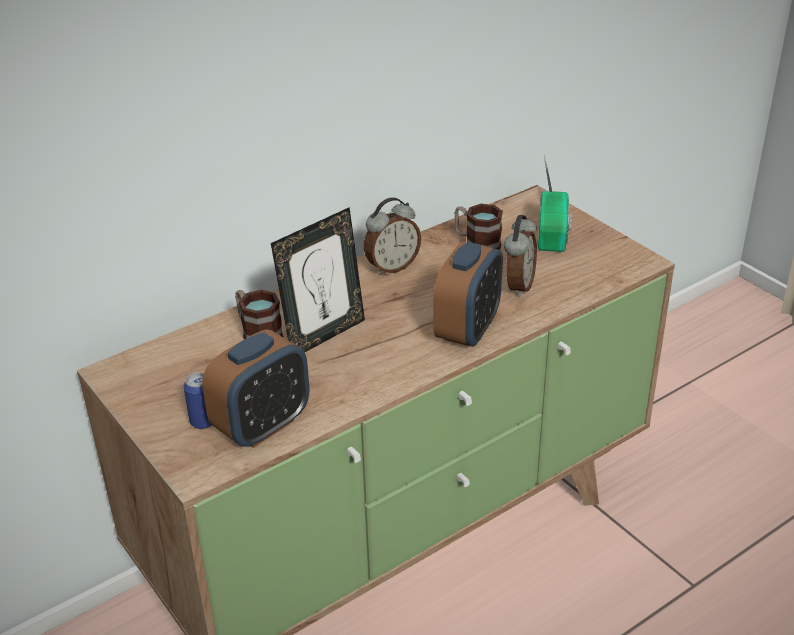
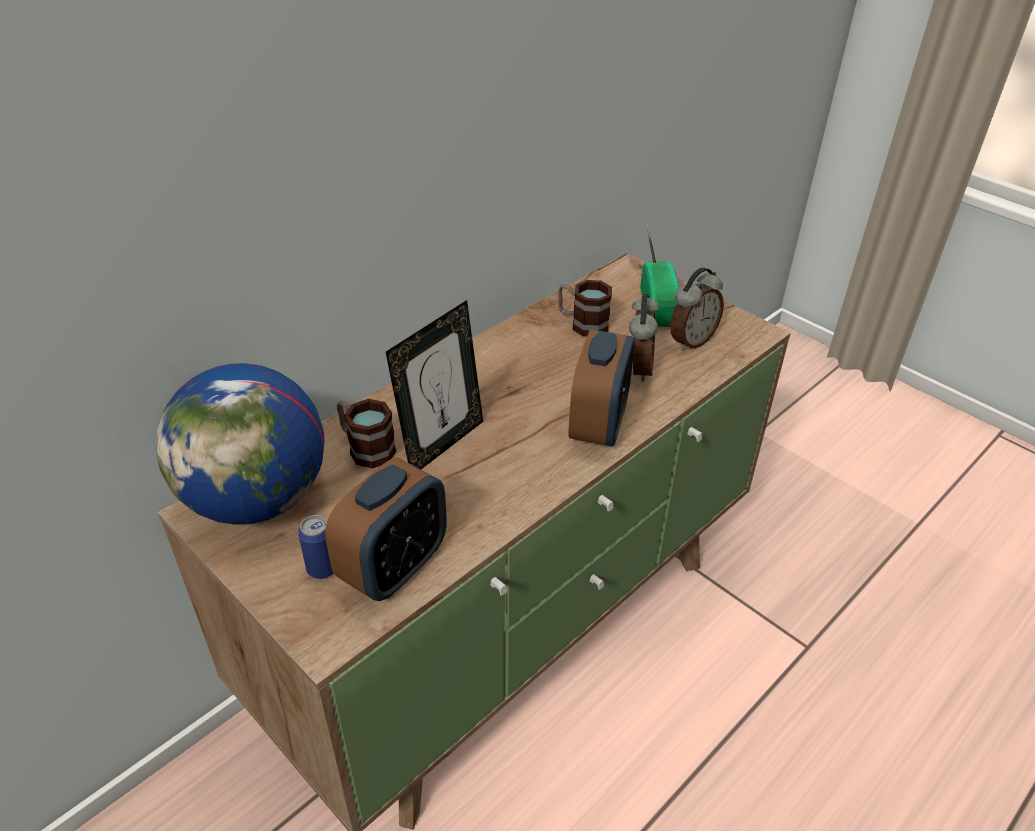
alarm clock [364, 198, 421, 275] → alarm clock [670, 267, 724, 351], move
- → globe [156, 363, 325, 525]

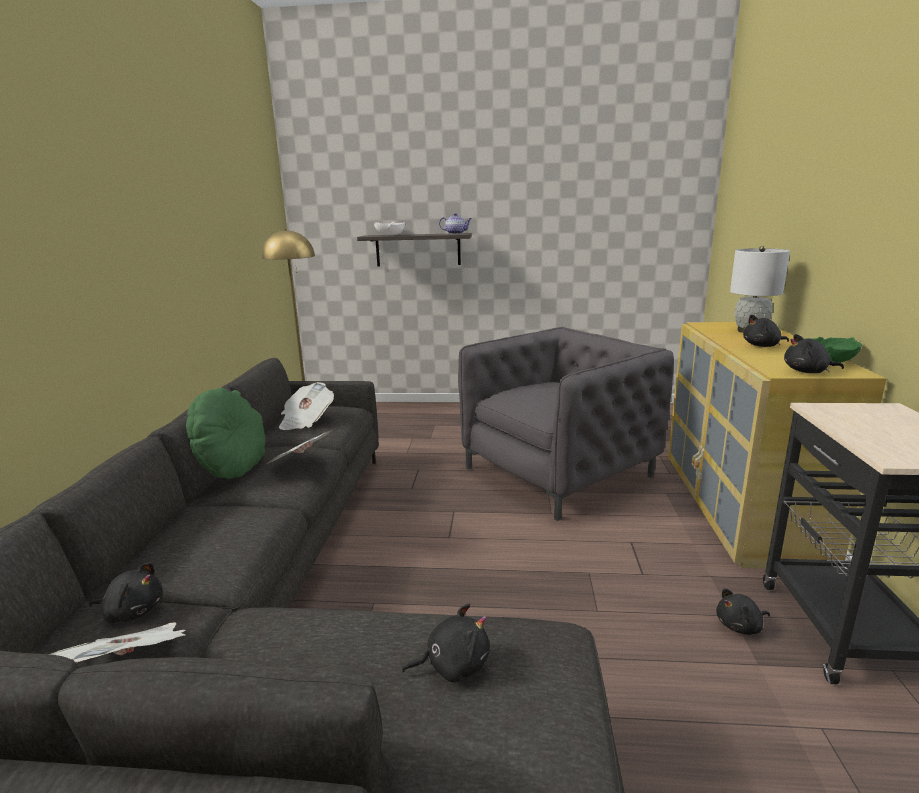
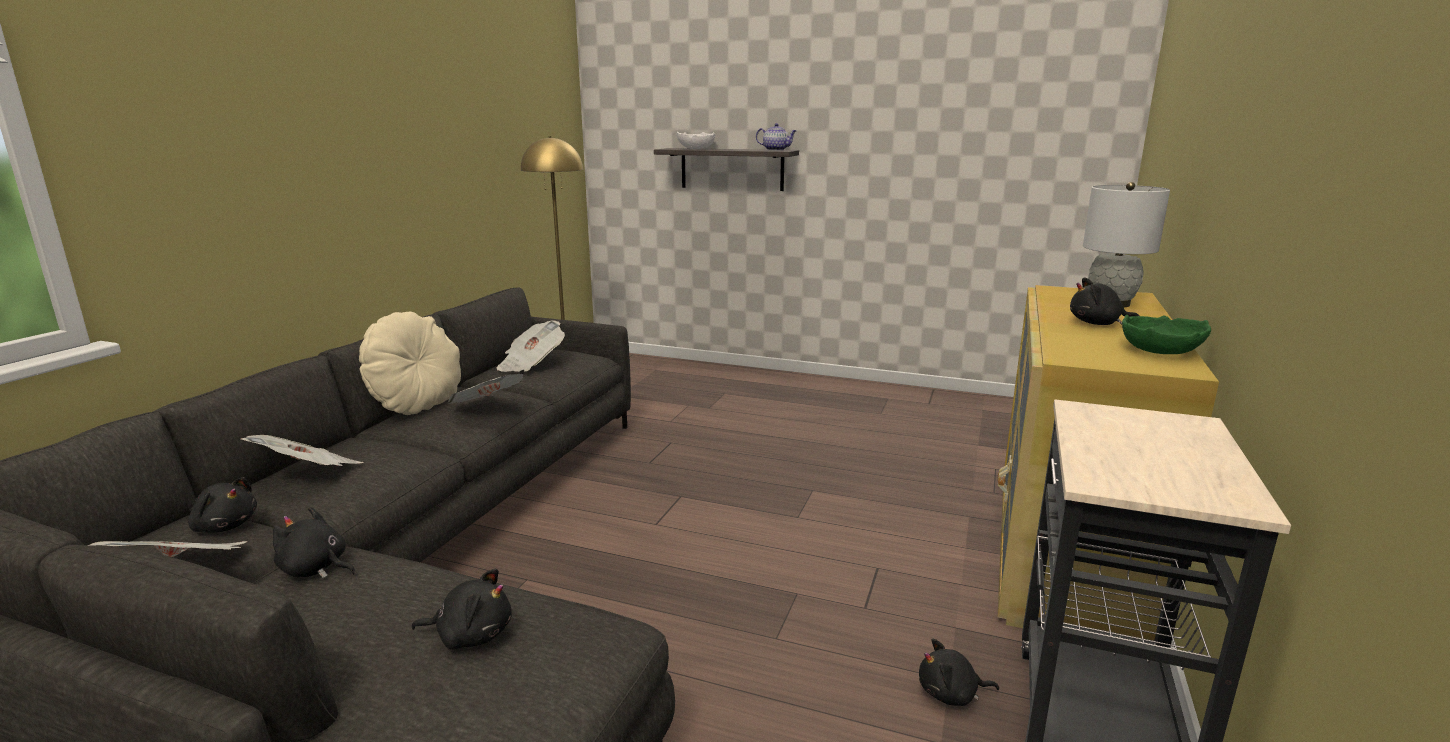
grey armchair [458, 327, 674, 521] → -
black plush toy [784, 334, 844, 373] → black plush toy [273, 507, 356, 578], move
green pillow [186, 388, 266, 479] → beige pillow [359, 312, 461, 415]
- → newspaper [241, 435, 364, 466]

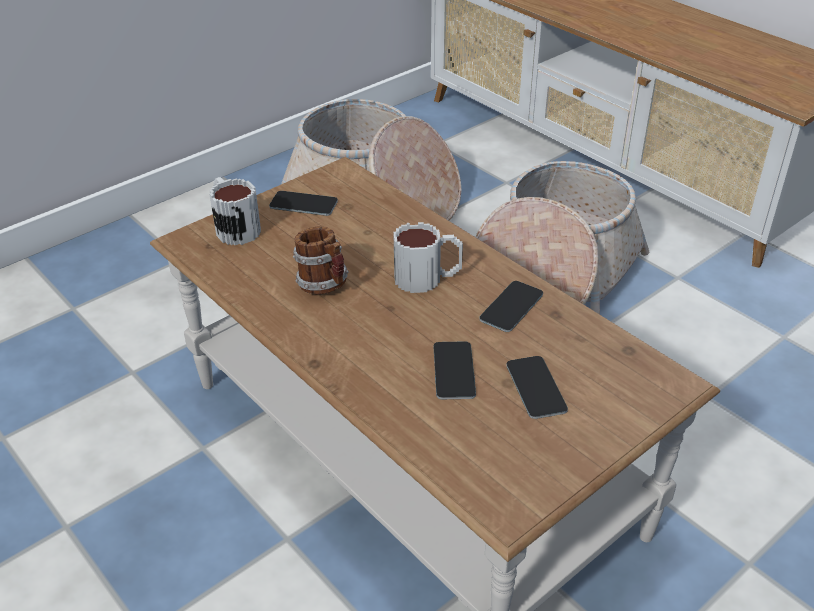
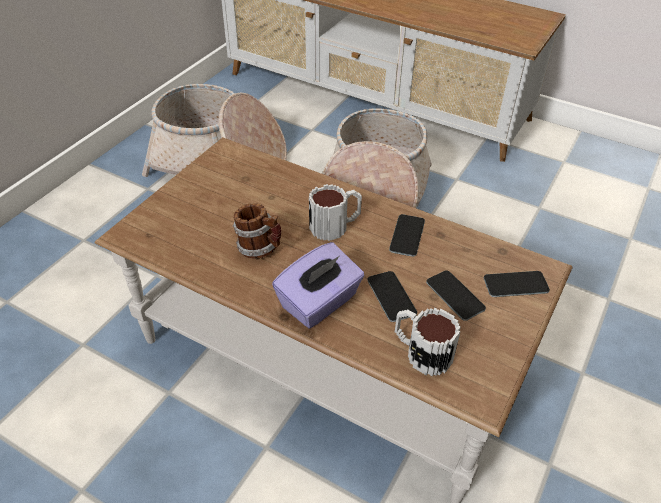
mug [209, 177, 261, 245] → mug [395, 308, 461, 376], move
phone [269, 191, 338, 216] → phone [484, 271, 550, 297], move
- → purple tissue box [272, 242, 365, 328]

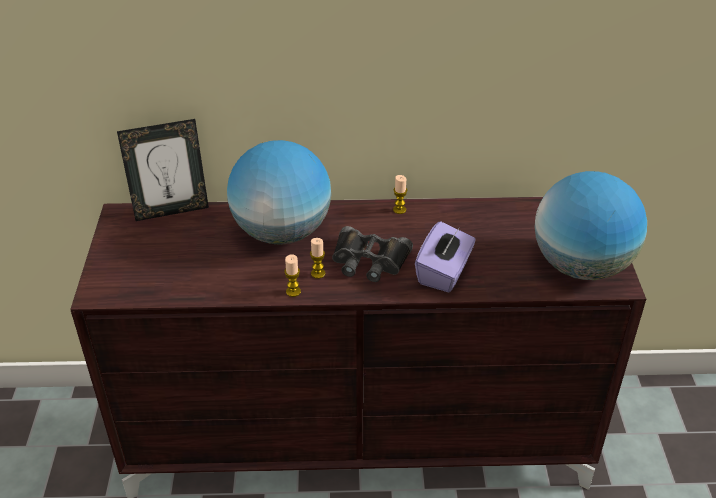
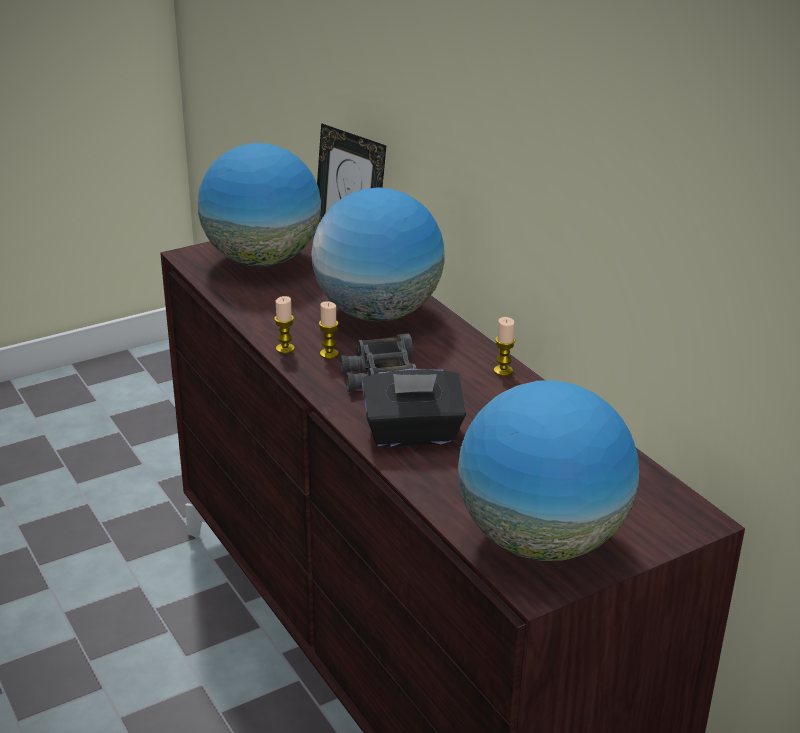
purple tissue box [415, 221, 476, 292] → black tissue box [362, 369, 466, 447]
- → globe [198, 143, 321, 267]

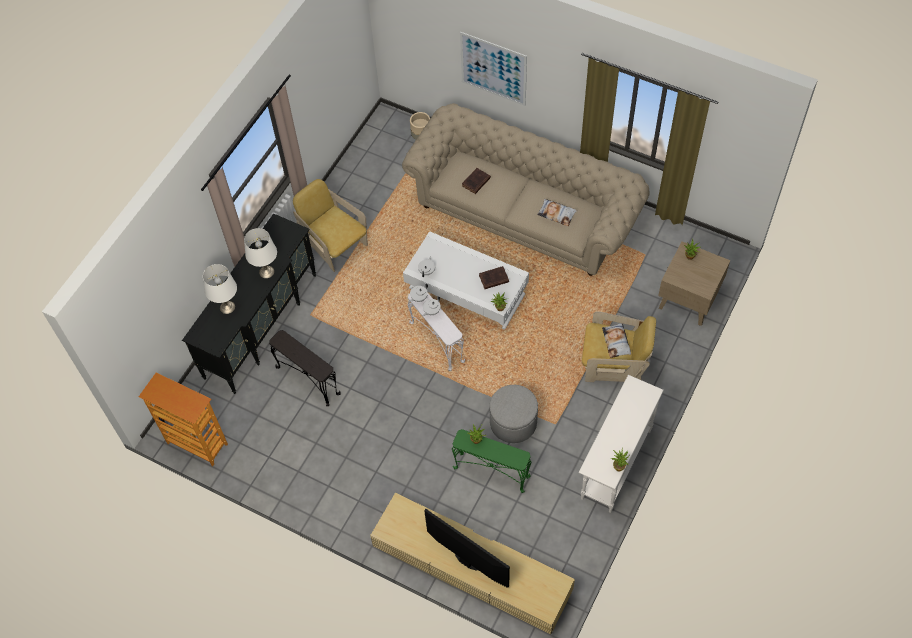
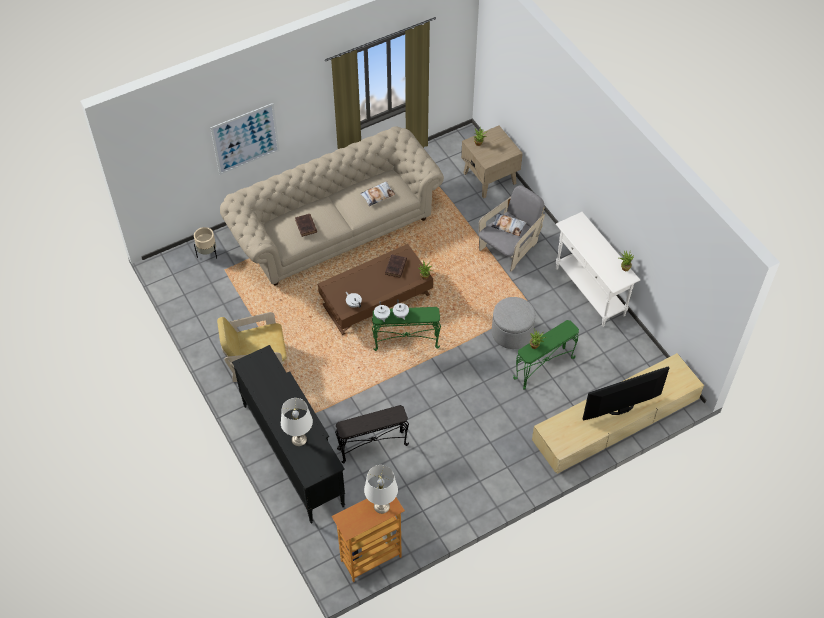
white table lamp [244, 228, 277, 278] → white table lamp [364, 465, 398, 514], move
white coffee table [403, 231, 529, 330] → brown coffee table [318, 244, 433, 335]
white side table [408, 293, 465, 371] → green side table [372, 307, 441, 351]
yellow armchair [582, 311, 656, 382] → grey armchair [479, 185, 545, 272]

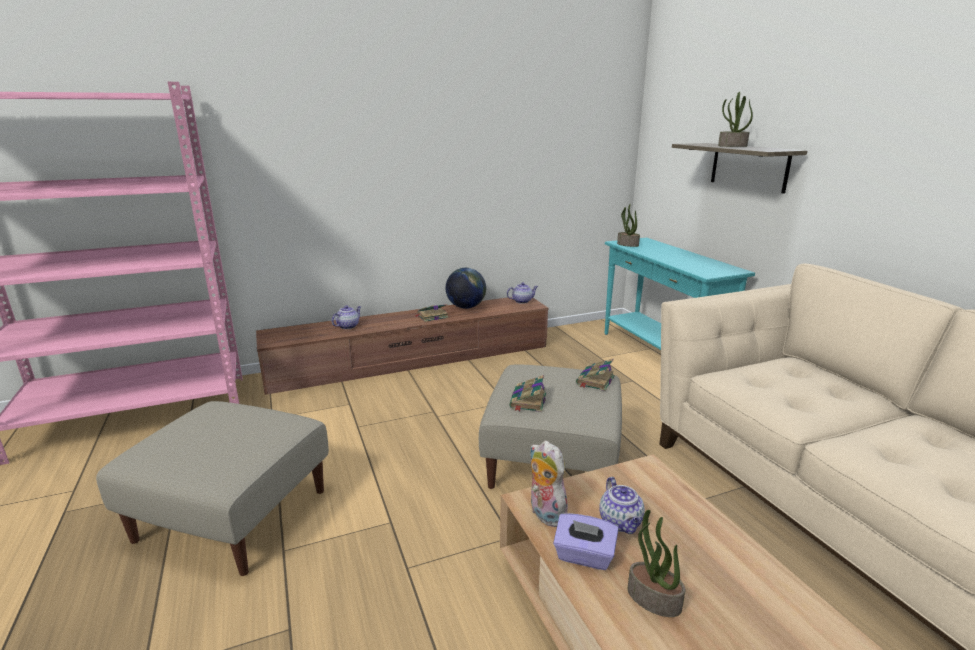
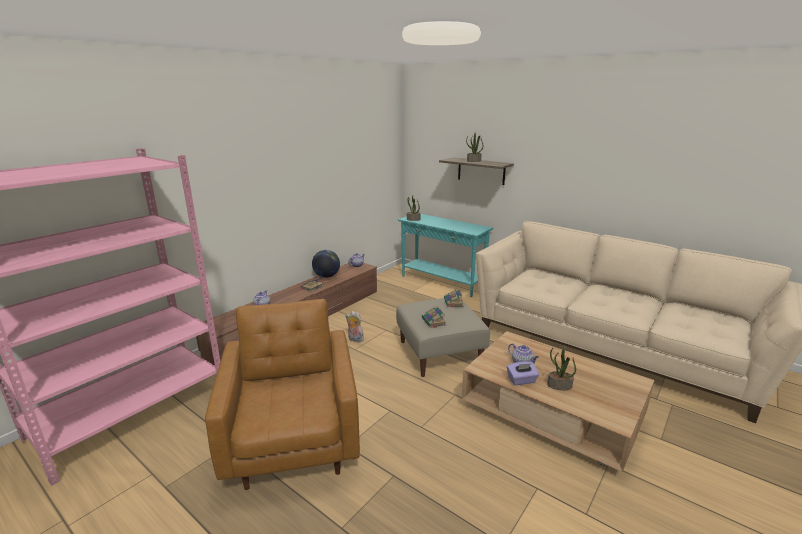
beige ottoman [96, 401, 329, 576] → brown armchair [205, 299, 360, 490]
plush toy [531, 441, 568, 527] → plush toy [345, 311, 365, 343], move

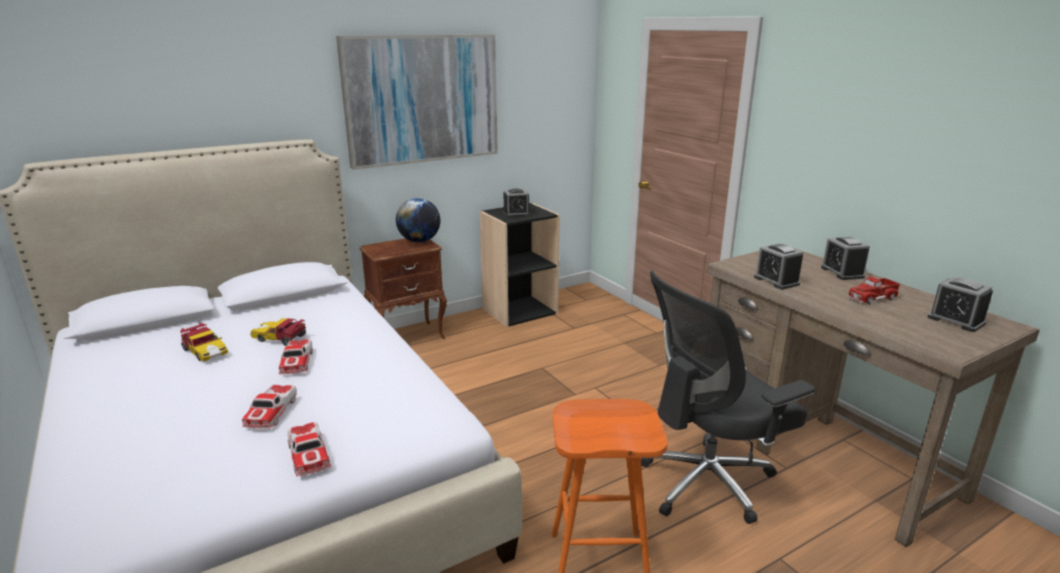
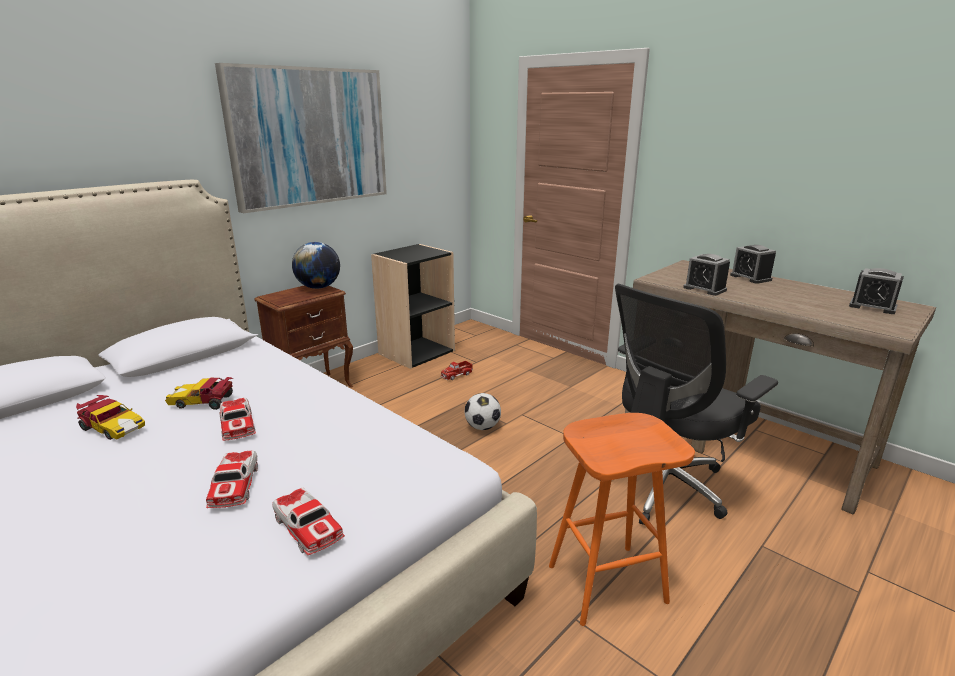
alarm clock [503, 189, 530, 217] → -
toy truck [847, 277, 900, 304] → toy truck [440, 361, 473, 380], move
- → football [465, 393, 501, 430]

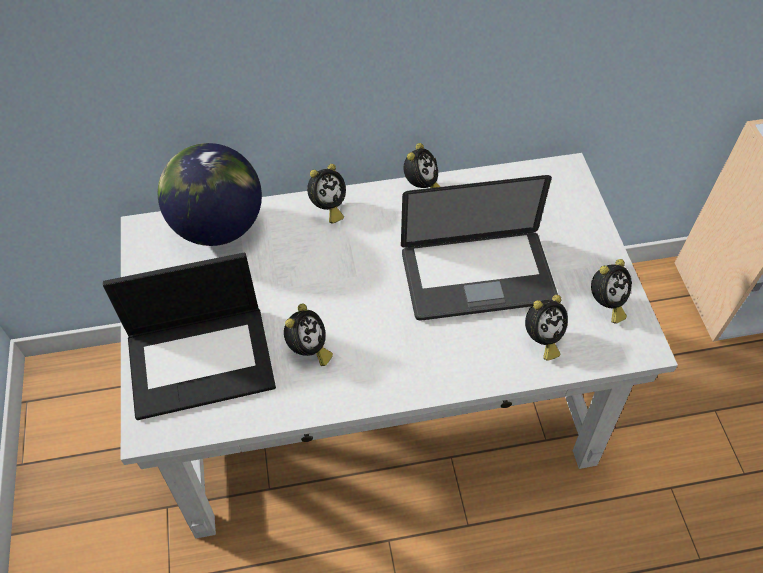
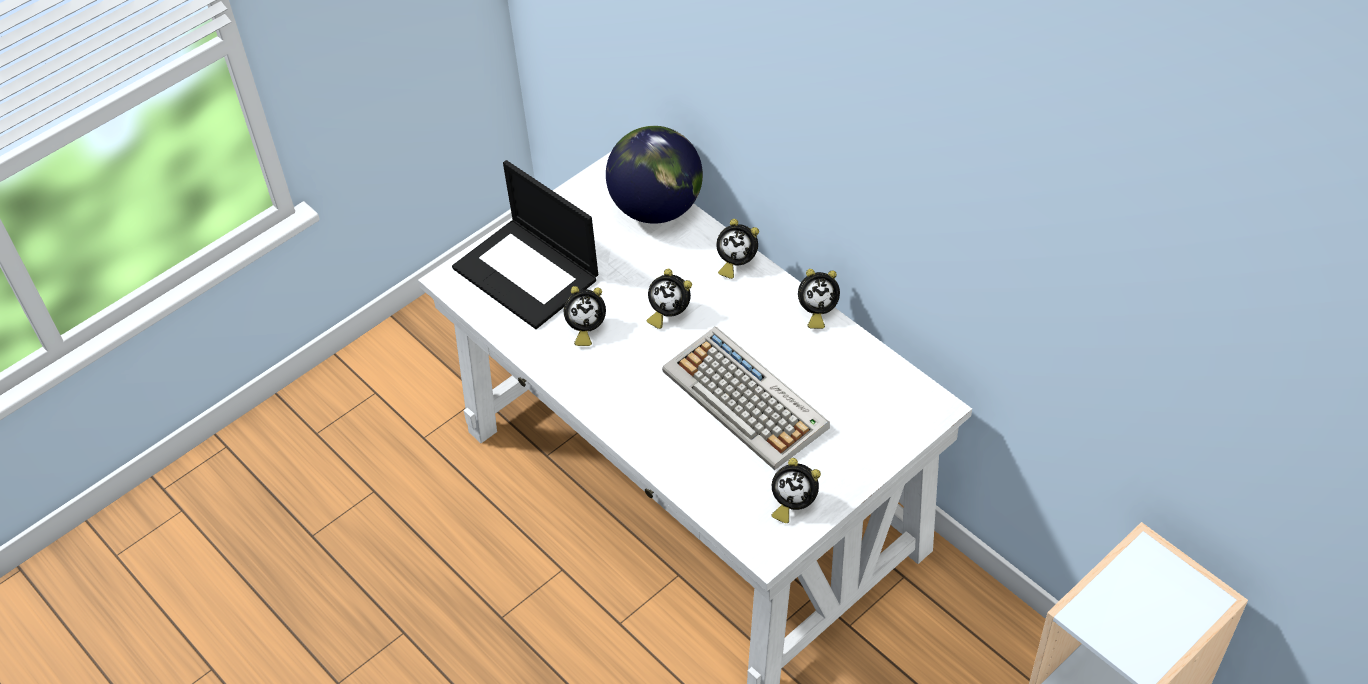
laptop [401, 175, 558, 320] → keyboard [662, 327, 830, 470]
alarm clock [525, 295, 568, 361] → alarm clock [646, 269, 692, 329], move

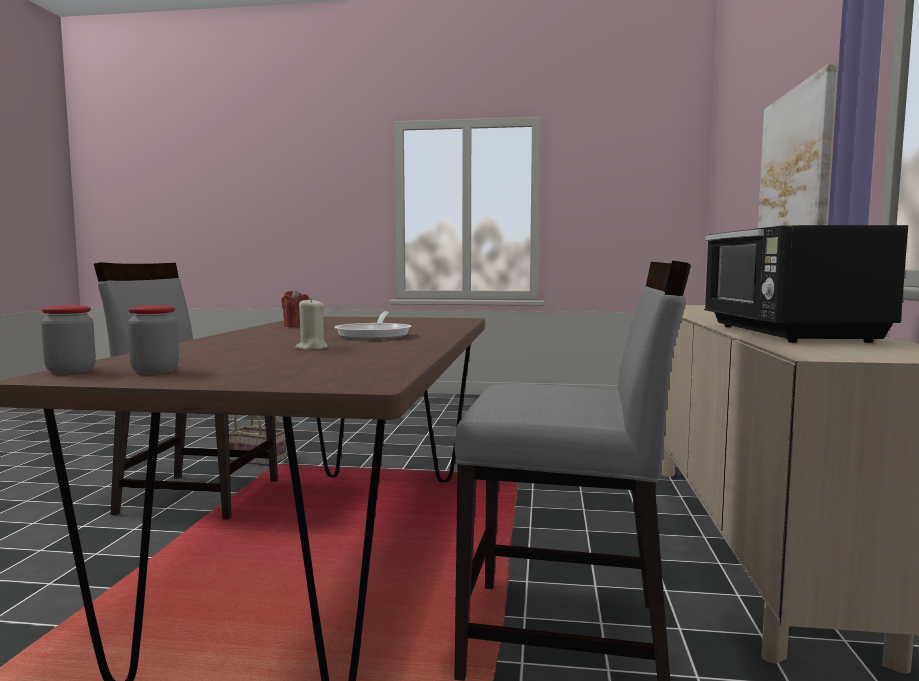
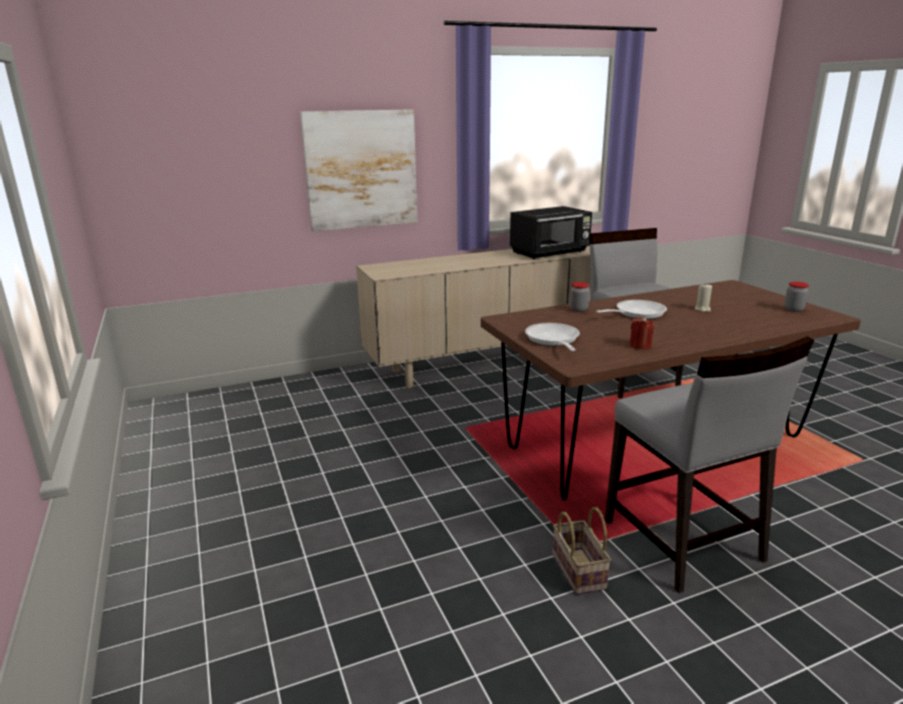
jar [41, 305, 96, 374] → jar [570, 282, 590, 312], move
- → frying pan [525, 323, 580, 351]

